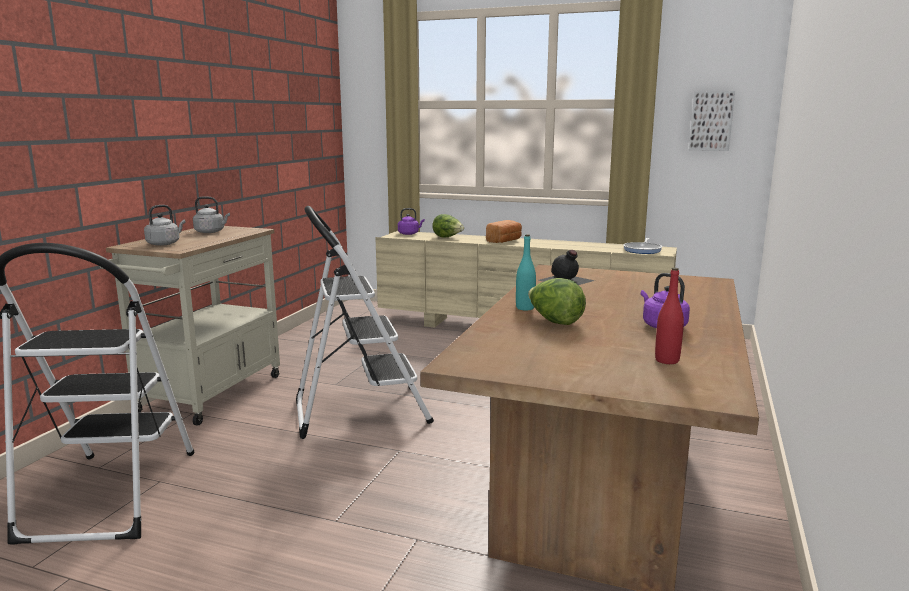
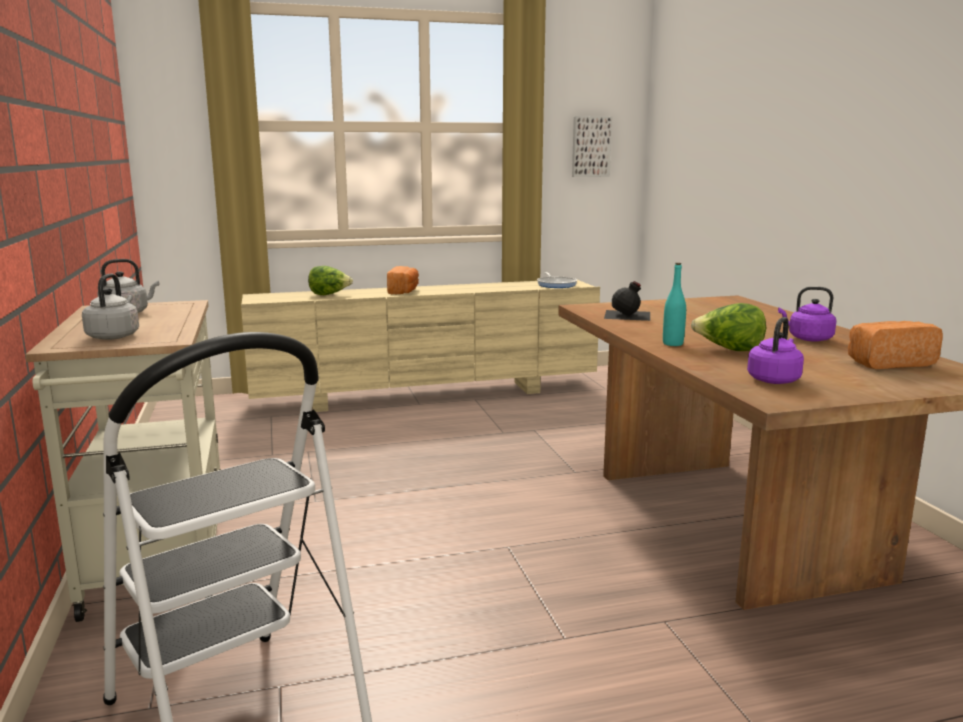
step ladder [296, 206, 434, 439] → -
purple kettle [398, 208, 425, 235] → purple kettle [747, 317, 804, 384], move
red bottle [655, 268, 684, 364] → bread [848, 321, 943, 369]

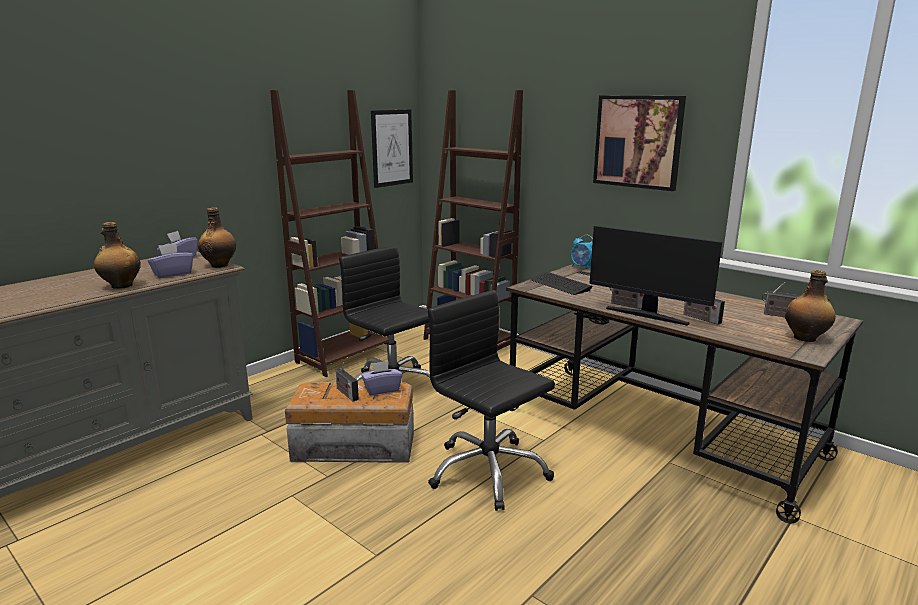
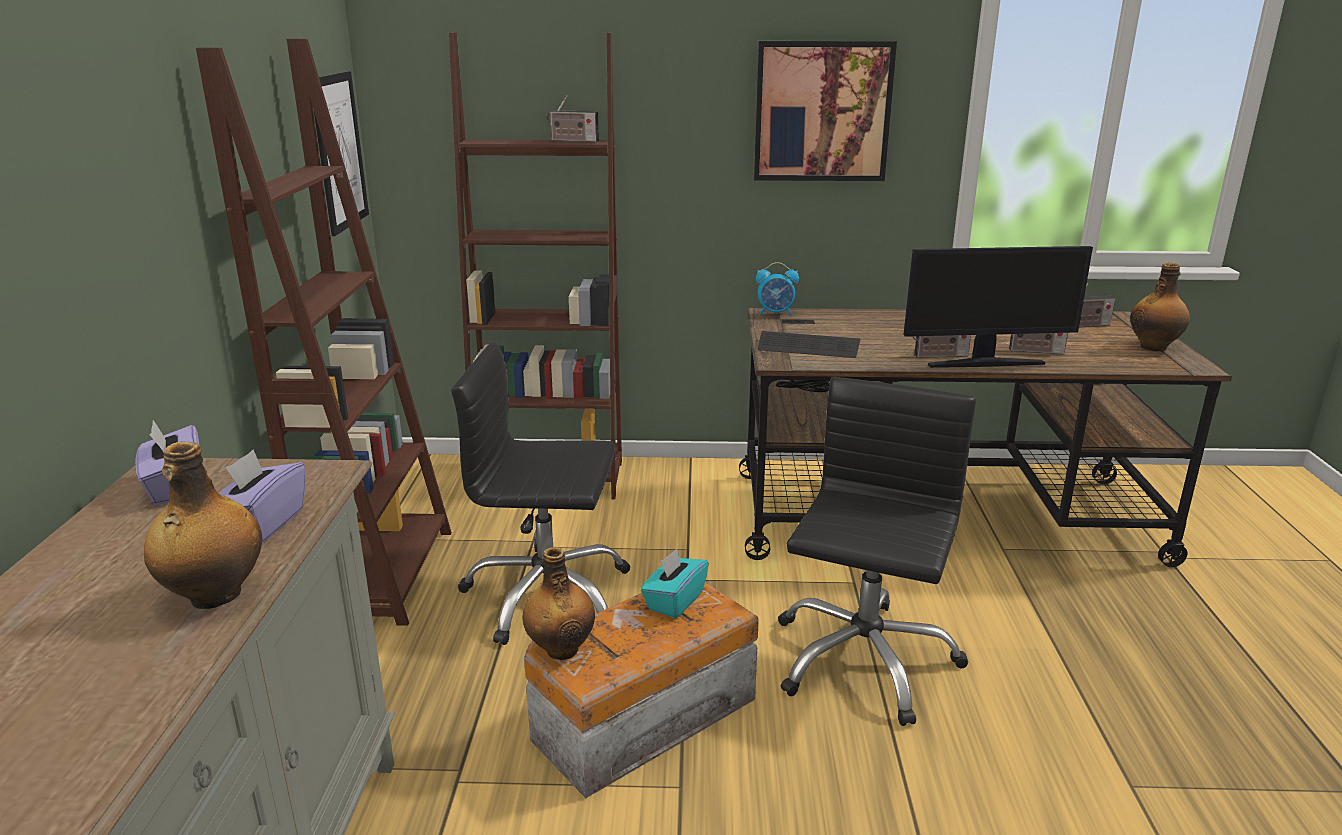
bottle [198, 207, 236, 268] → bottle [523, 547, 595, 660], move
black office chair [428, 290, 555, 511] → black office chair [778, 377, 976, 726], 105 degrees clockwise
purple tissue box [361, 361, 402, 395] → turquoise tissue box [641, 548, 709, 618]
radio [336, 362, 359, 401] → radio [546, 95, 599, 142], move

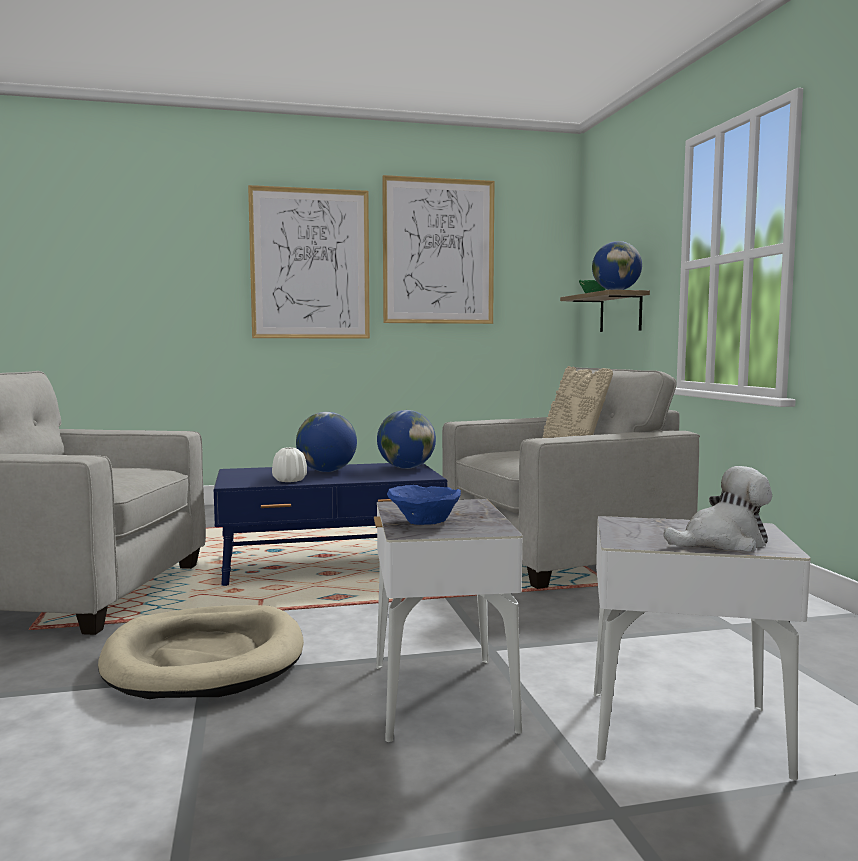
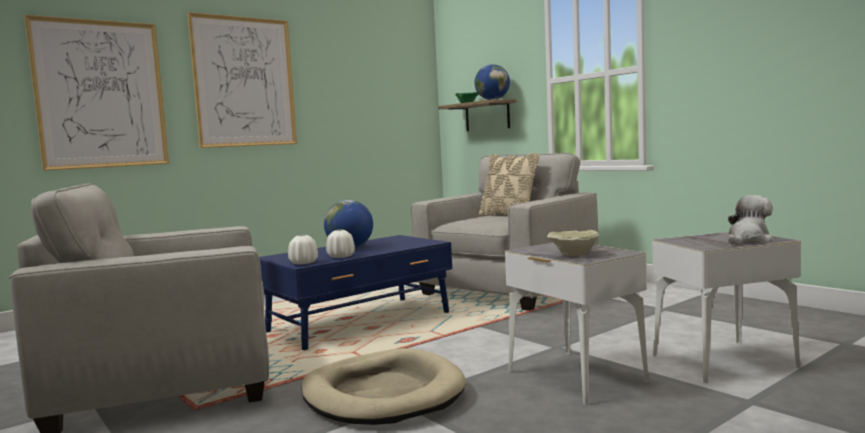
picture [382, 175, 495, 324] → picture [24, 15, 169, 171], move
globe [377, 410, 436, 469] → -
blue bowl [387, 485, 461, 525] → beige bowl [547, 230, 600, 257]
- → white vase [288, 235, 318, 264]

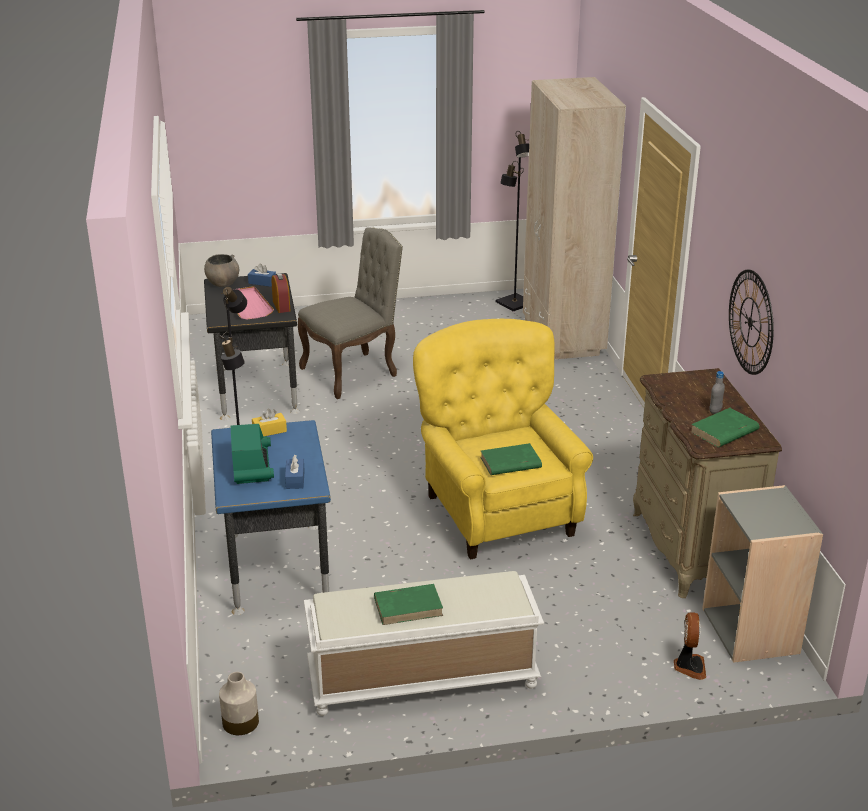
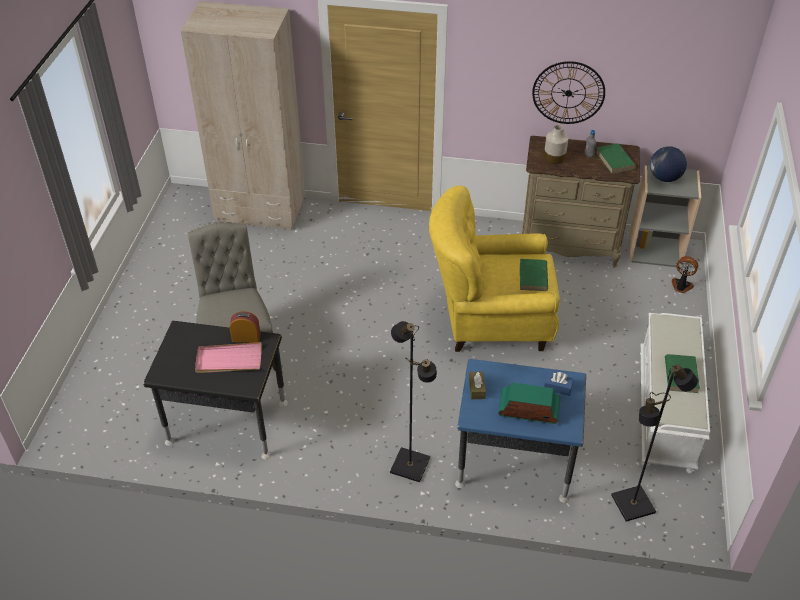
black floor lamp [496, 131, 529, 311] → black floor lamp [611, 364, 698, 522], move
grey bowl [204, 254, 239, 287] → -
blue tissue box [248, 263, 276, 287] → -
yellow tissue box [252, 409, 287, 436] → brown tissue box [469, 371, 486, 399]
beige vase [219, 672, 259, 735] → beige vase [544, 125, 569, 164], move
- → globe [650, 146, 687, 182]

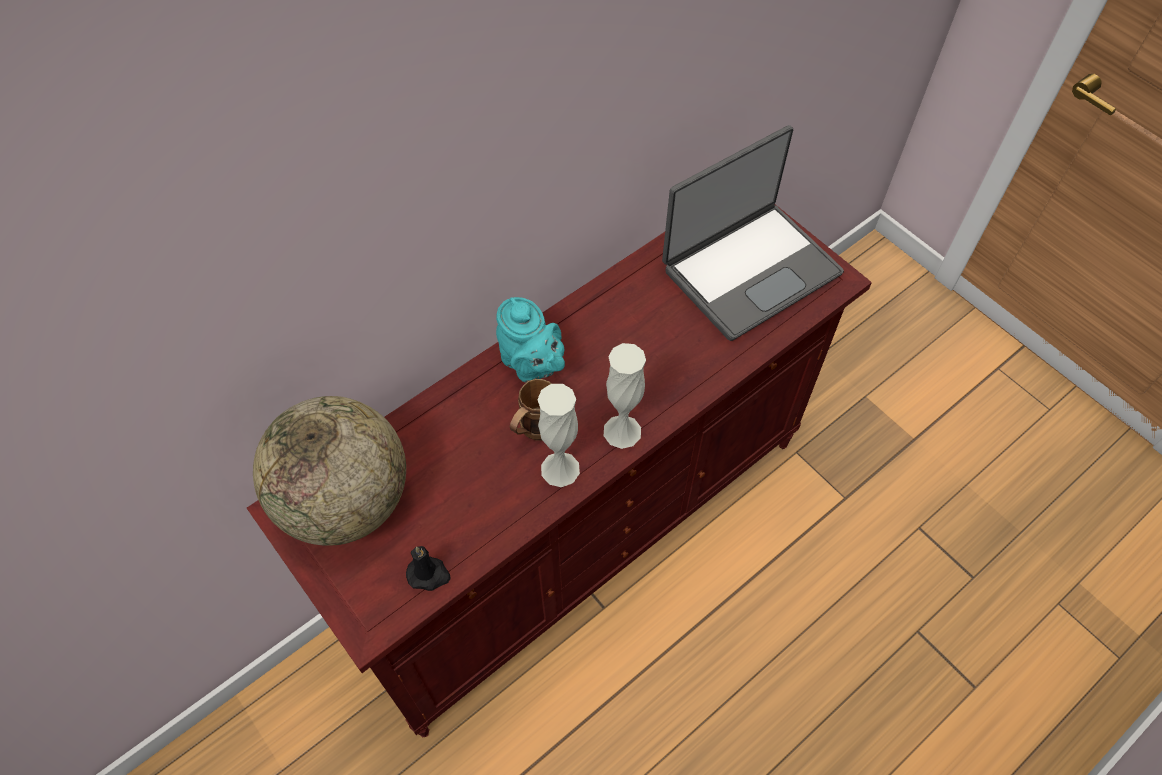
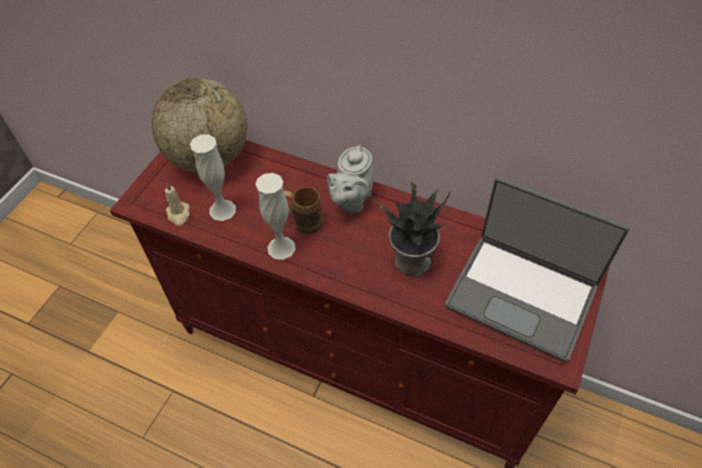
turquoise teapot [496, 297, 565, 383] → grey teapot [327, 145, 374, 214]
white vase [604, 343, 646, 449] → white vase [190, 134, 236, 221], move
black candle [406, 546, 450, 591] → beige candle [165, 183, 190, 226]
- → potted plant [373, 182, 451, 276]

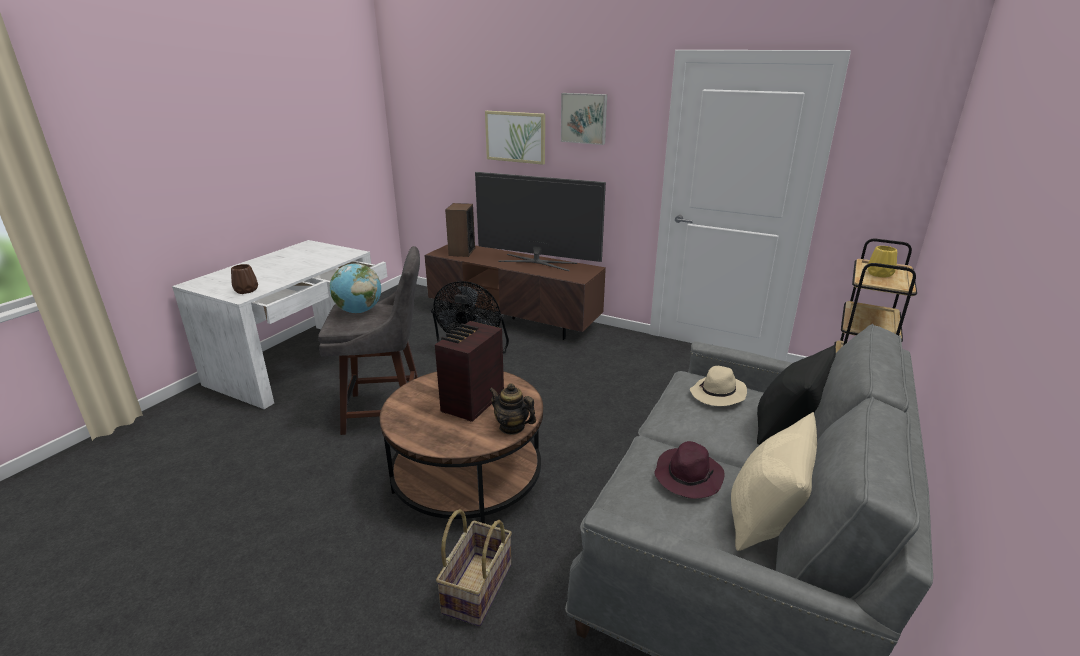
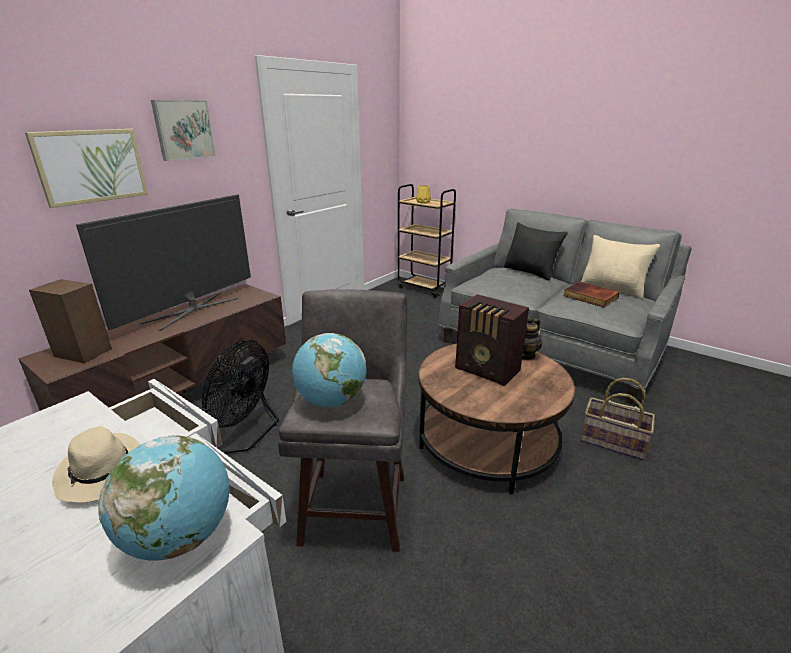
brown vase [231, 264, 258, 294] → globe [98, 436, 230, 560]
beige hat [690, 366, 747, 406] → beige hat [52, 427, 140, 503], move
purple hat [654, 441, 724, 499] → book [563, 281, 620, 308]

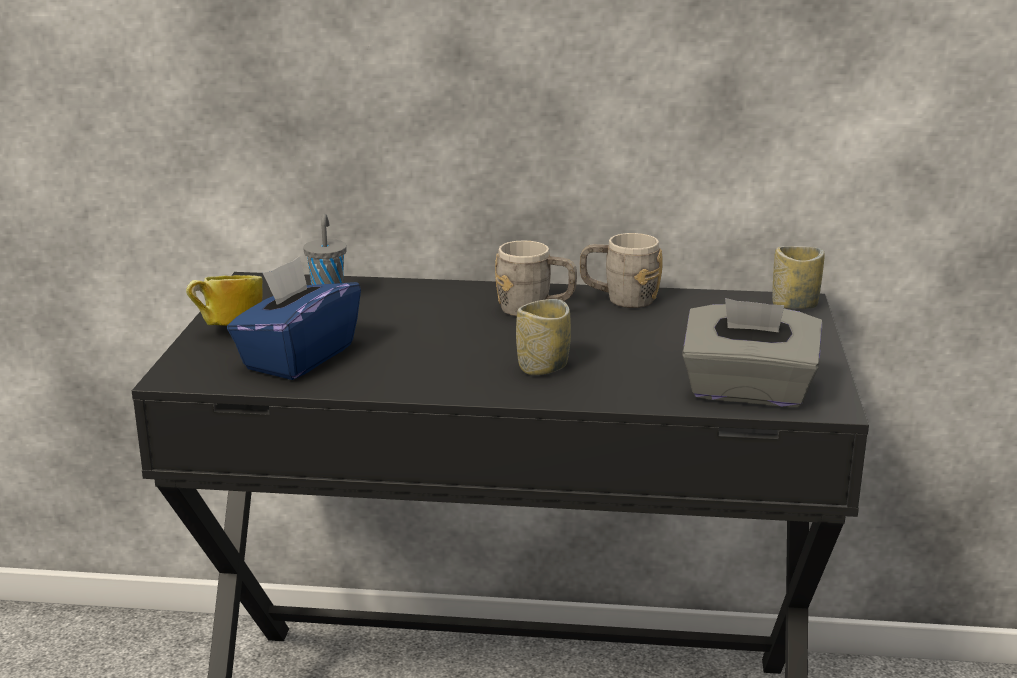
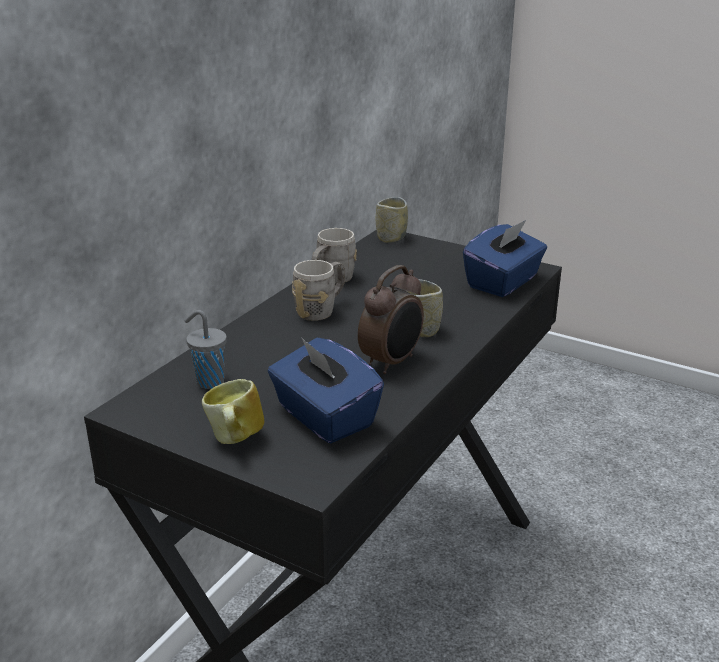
grey tissue box [682, 298, 822, 407] → blue tissue box [463, 219, 547, 297]
- → alarm clock [358, 265, 424, 374]

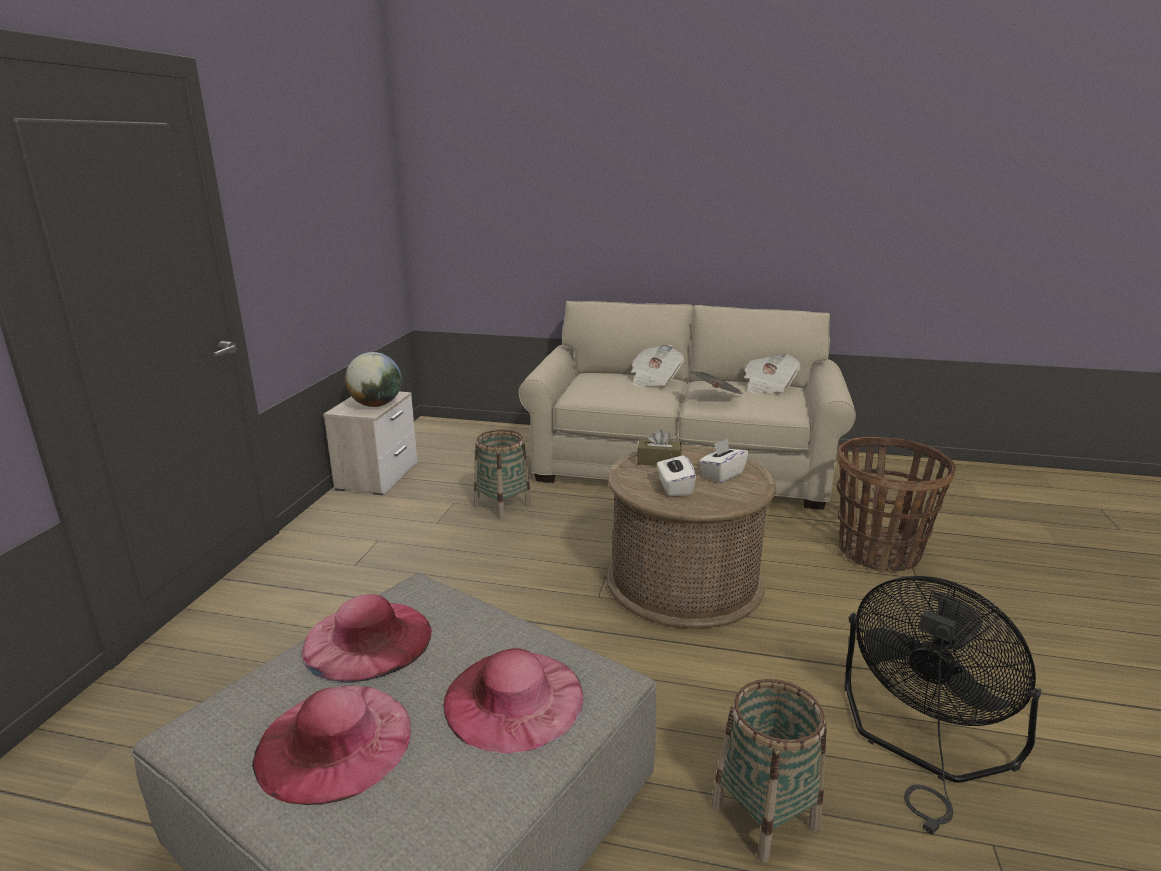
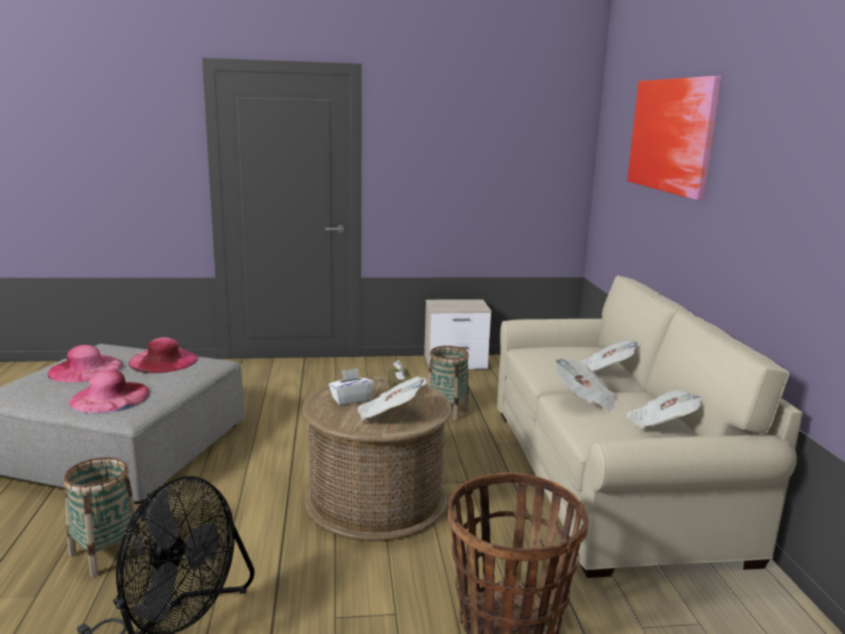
globe [345, 352, 402, 407] → -
white tissue box [699, 439, 749, 483] → newspaper [357, 376, 427, 420]
- → picture [627, 76, 722, 200]

